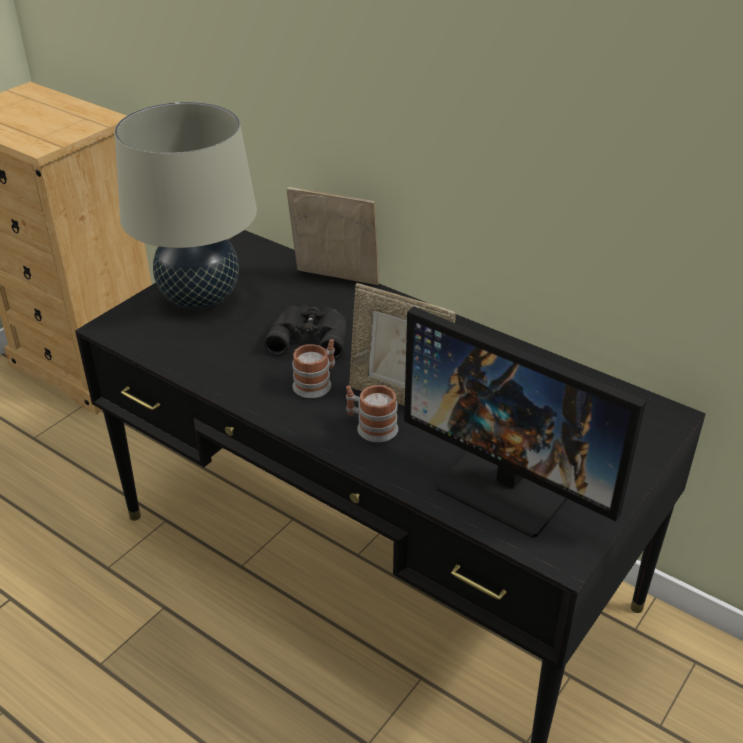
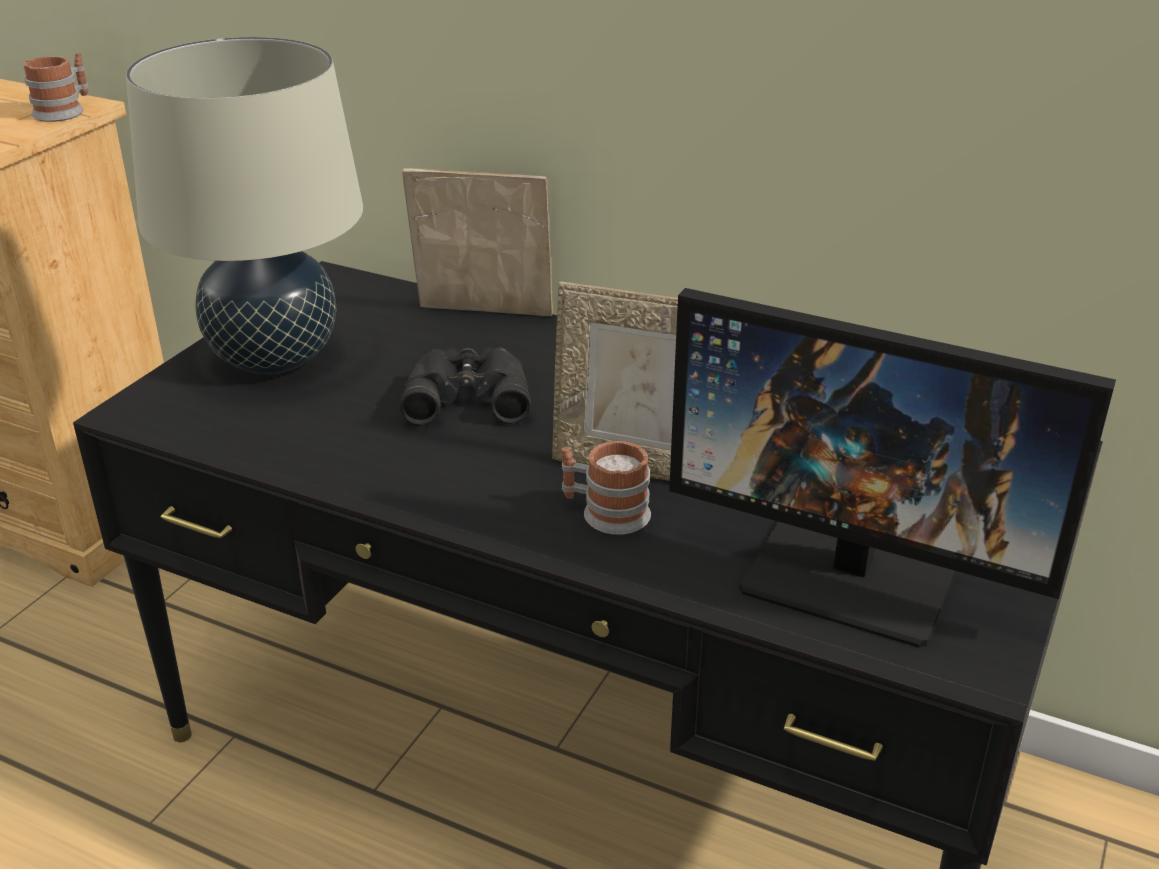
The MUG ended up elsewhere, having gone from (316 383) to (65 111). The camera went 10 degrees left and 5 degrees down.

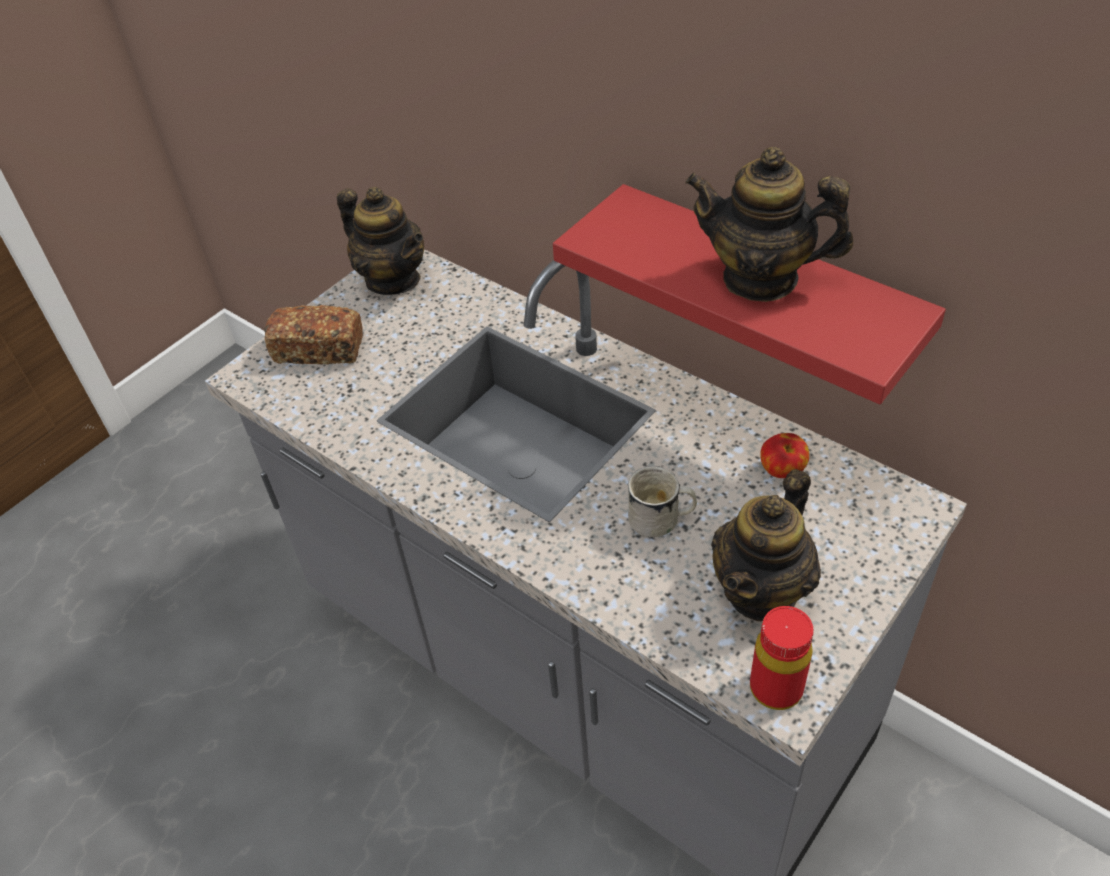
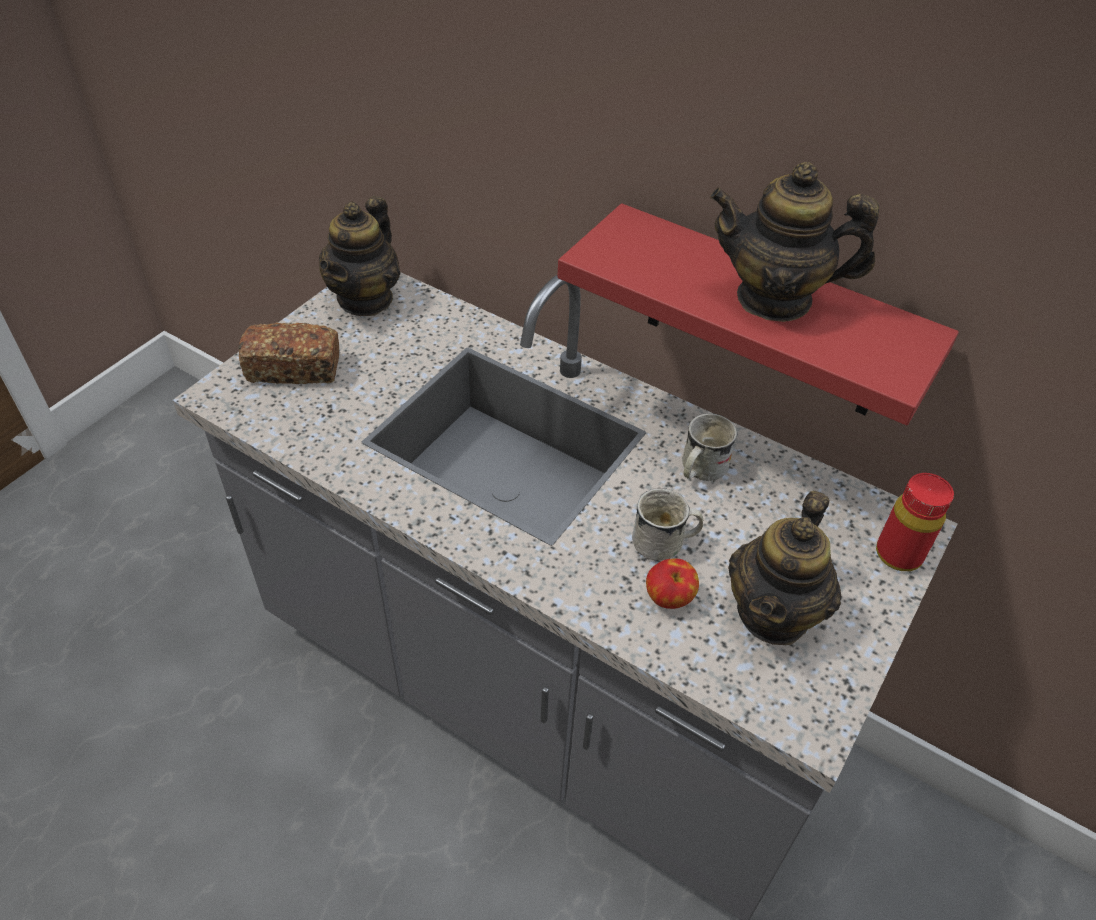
The TEAPOT at (393 279) ended up facing another way, 75 degrees clockwise from before. The APPLE ended up elsewhere, having gone from (782 471) to (669 598). The second view gained the WHITE MUG at (699 470). The RED BOTTLE ended up elsewhere, having gone from (776 688) to (898 554). The camera went 10 degrees left and 0 degrees up.

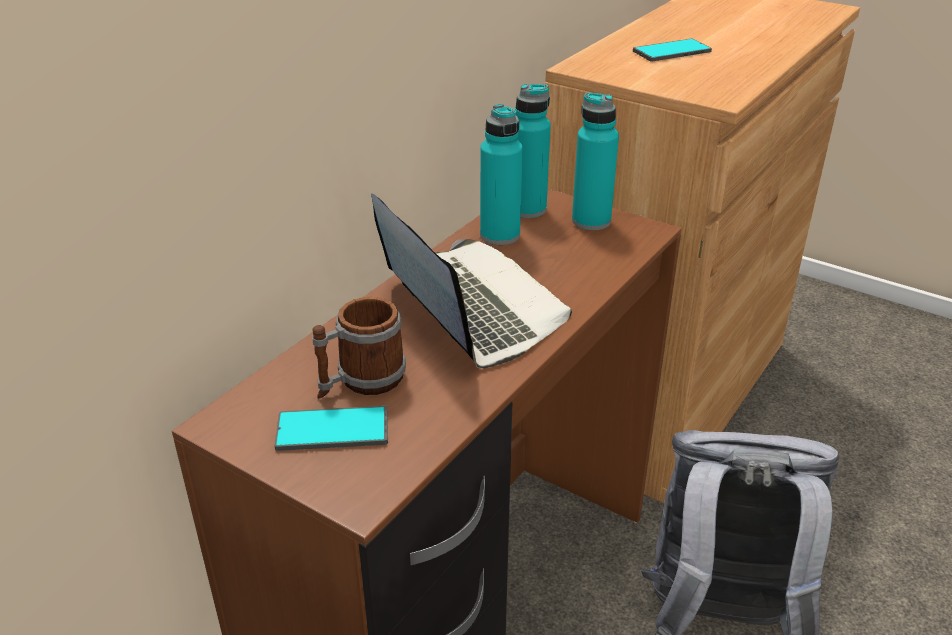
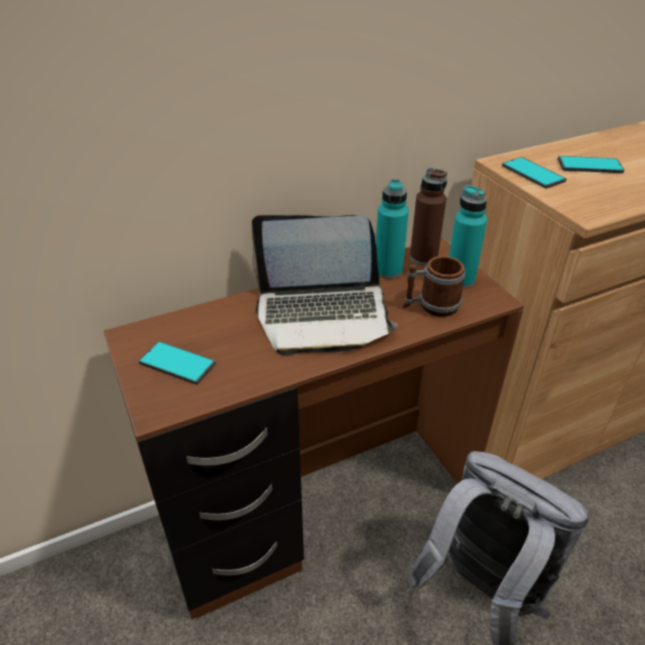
The LAPTOP at (470 308) ended up facing another way, 90 degrees clockwise from before. The MUG ended up elsewhere, having gone from (361 382) to (431 306). What was the TURQUOISE BOTTLE at (527 209) turned into the BROWN BOTTLE at (423 257). The second view gained the PHONE at (533 173). The camera went 30 degrees right and 5 degrees up.

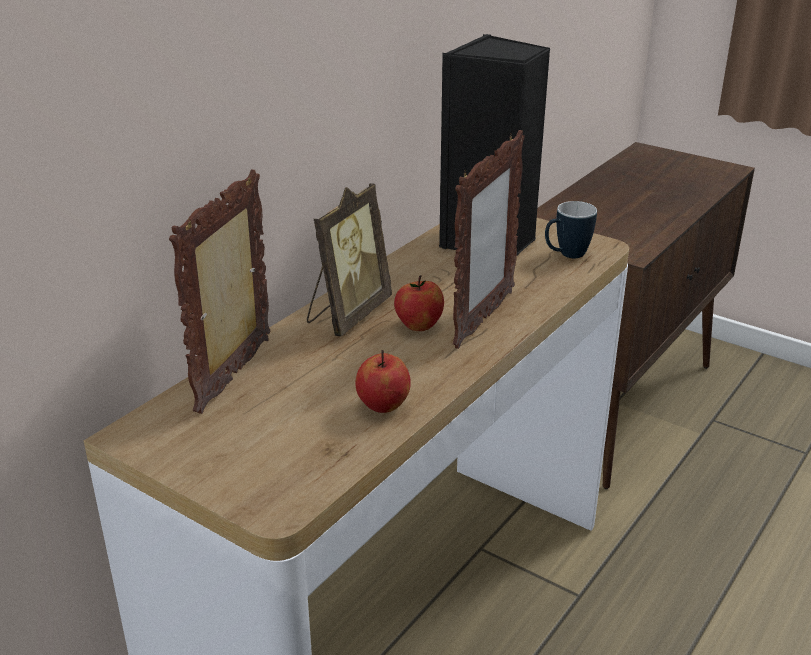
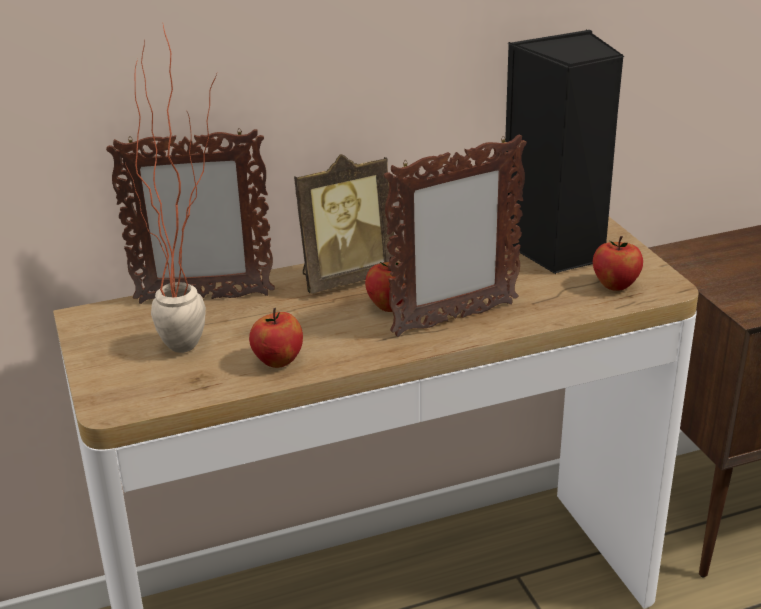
The PICTURE FRAME at (236 375) ended up facing another way, 150 degrees counterclockwise from before. The second view gained the POTTED PLANT at (198 349). Where the MUG stood at (566 255), the APPLE came to stand at (615 285). The camera went 35 degrees right and 0 degrees up.

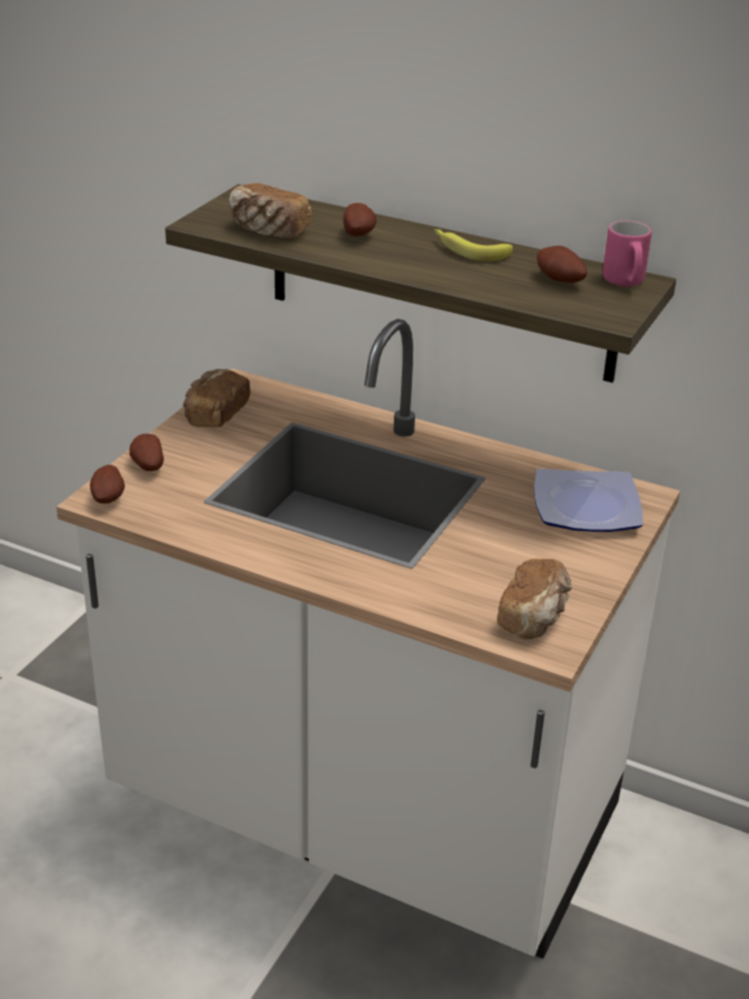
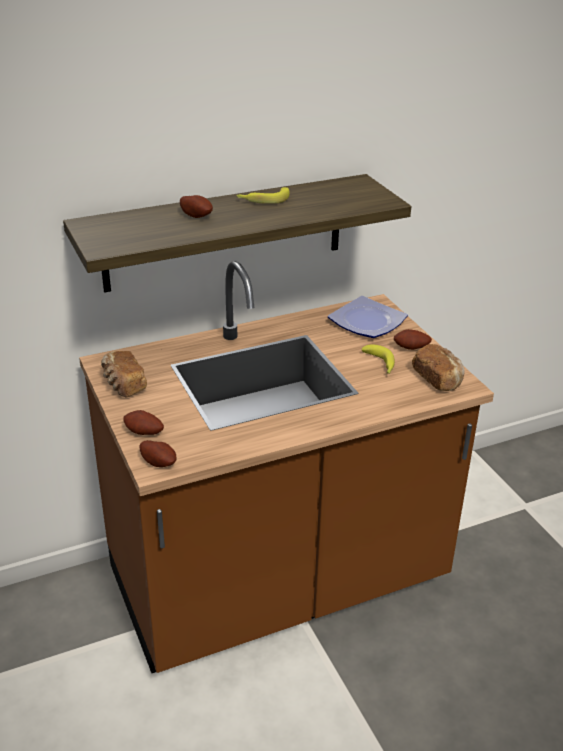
What was the WHITE COUNTER at (364 811) turned into the BROWN COUNTER at (277 583). The second view gained the BANANA at (380 364). The POTATO ended up elsewhere, having gone from (558 281) to (411 349). The second view lost the BREAD at (268 230). The second view lost the PINK MUG at (625 283). The camera went 50 degrees left and 0 degrees up.

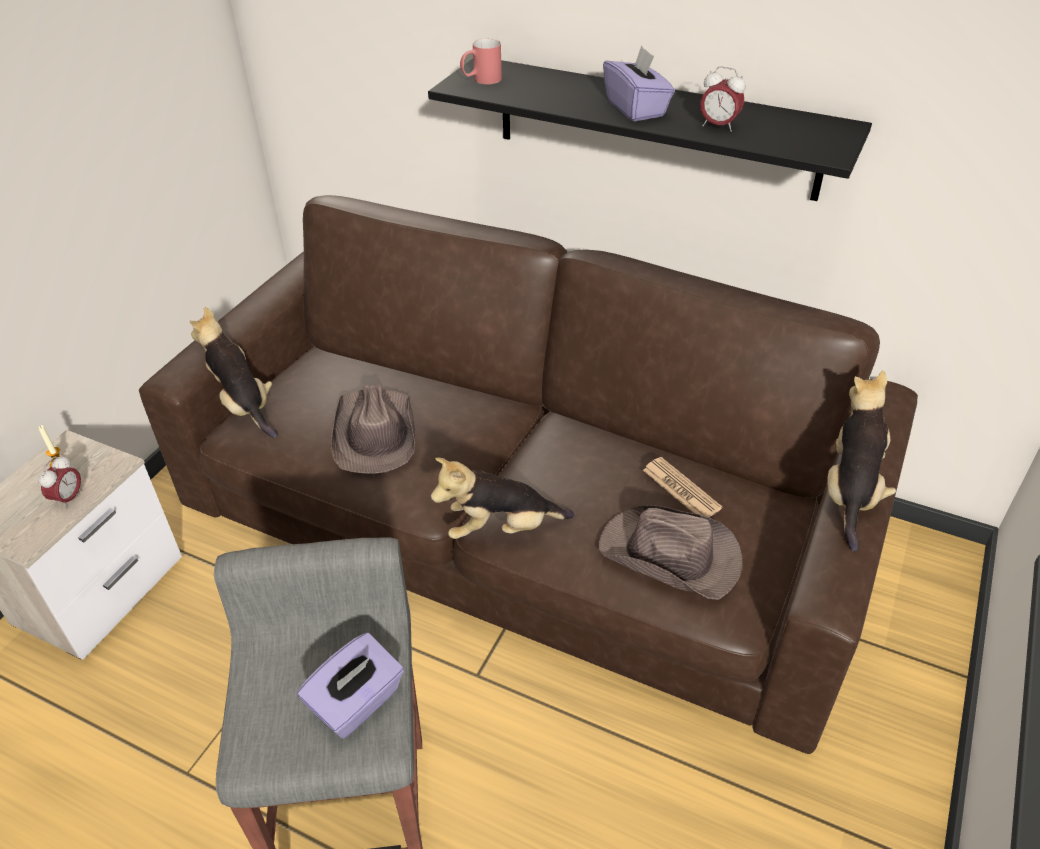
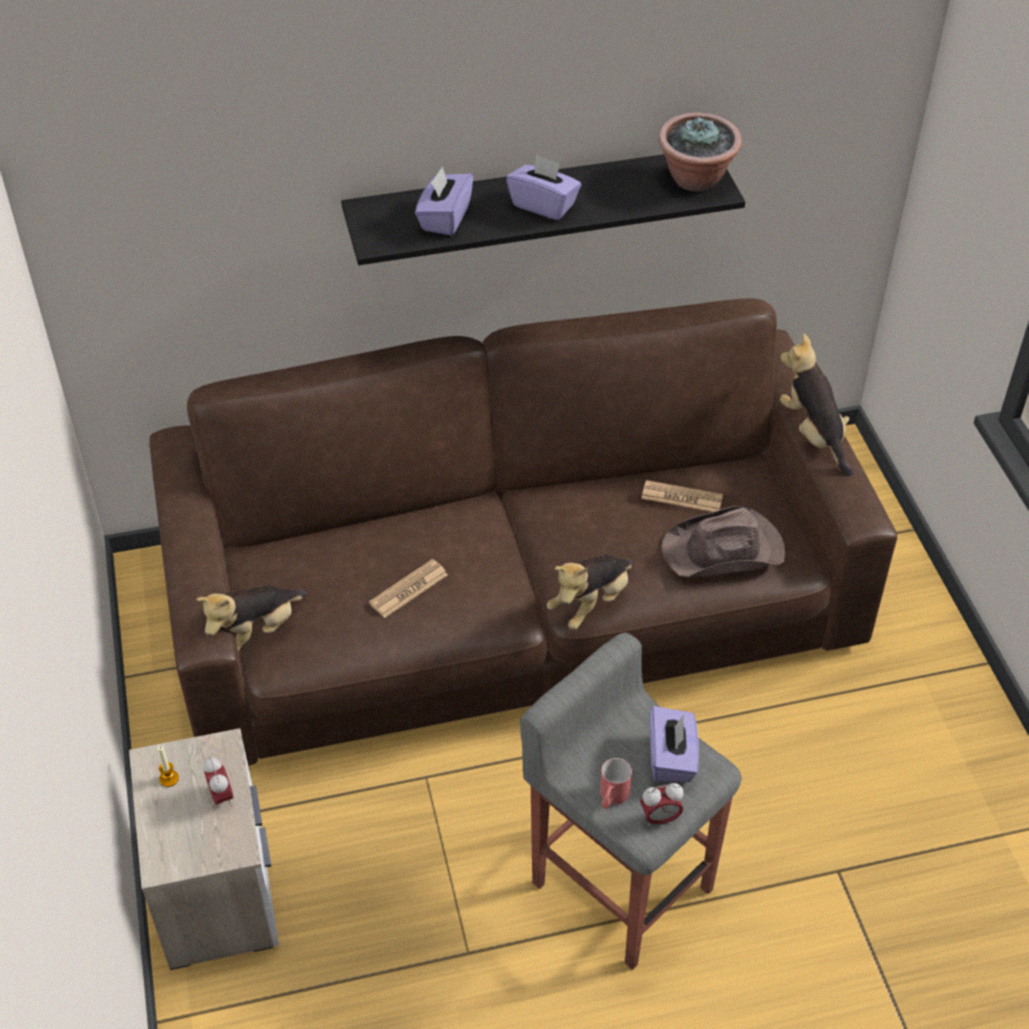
The PLUSH TOY at (243 405) ended up facing another way, 60 degrees counterclockwise from before. Where the BROWN HAT stood at (375 433), the NEWSPAPER came to stand at (408 589). The second view gained the PURPLE TISSUE BOX at (444 218). The RED MUG ended up elsewhere, having gone from (481 80) to (612 798). The ALARM CLOCK ended up elsewhere, having gone from (718 126) to (660 818). The second view gained the POTTED PLANT at (696 179). The camera went 40 degrees left and 5 degrees up.

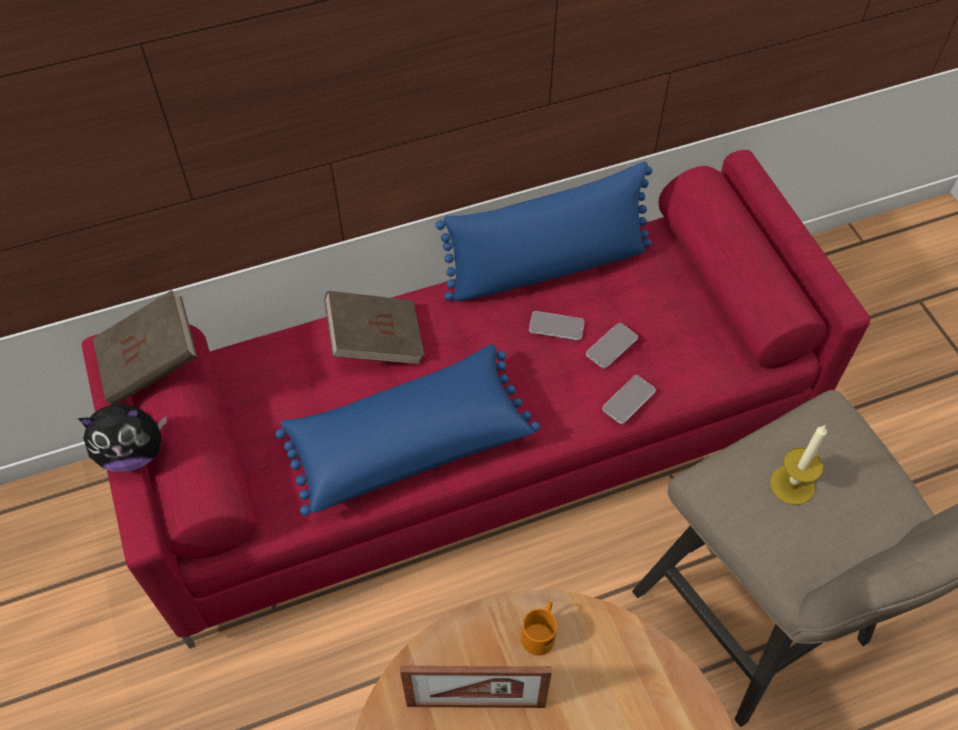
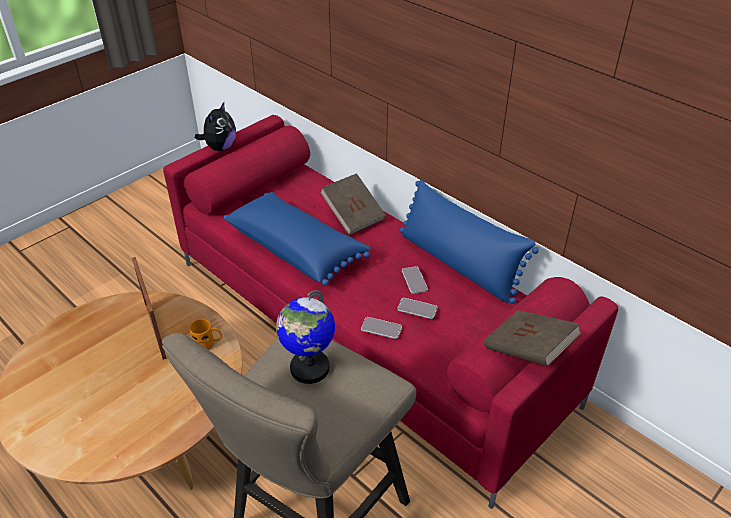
The PLUSH TOY at (133 453) ended up facing another way, 120 degrees counterclockwise from before. Where the CANDLE stood at (792 485), the GLOBE came to stand at (309 368). The BROWN BOOK ended up elsewhere, having gone from (151 363) to (528 350). The camera went 65 degrees right and 15 degrees down.

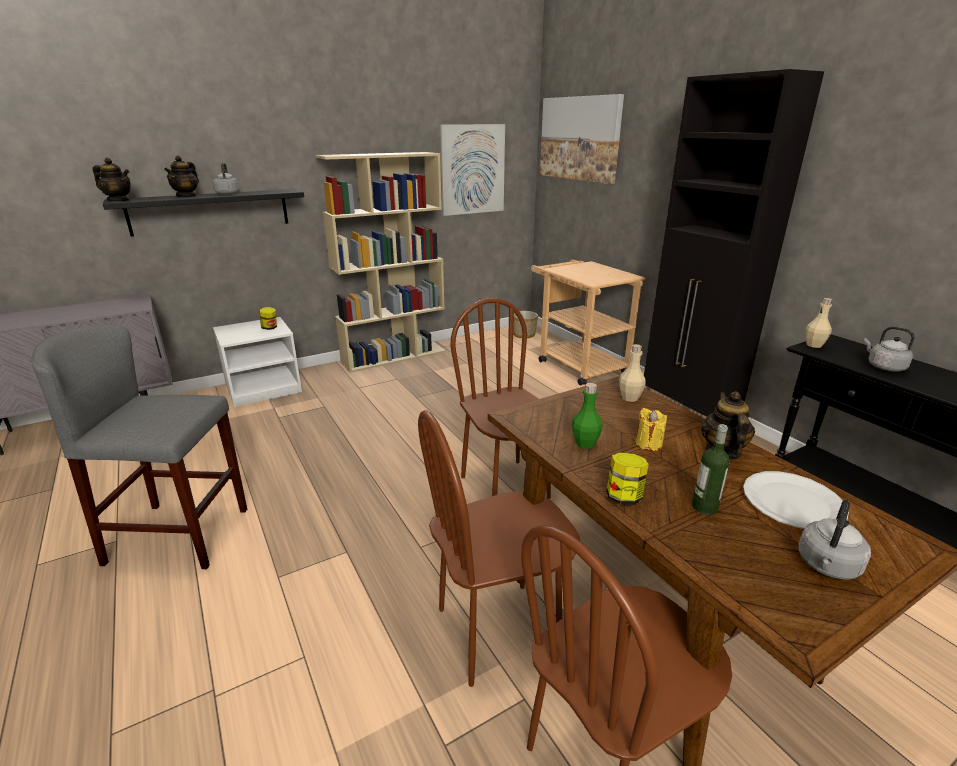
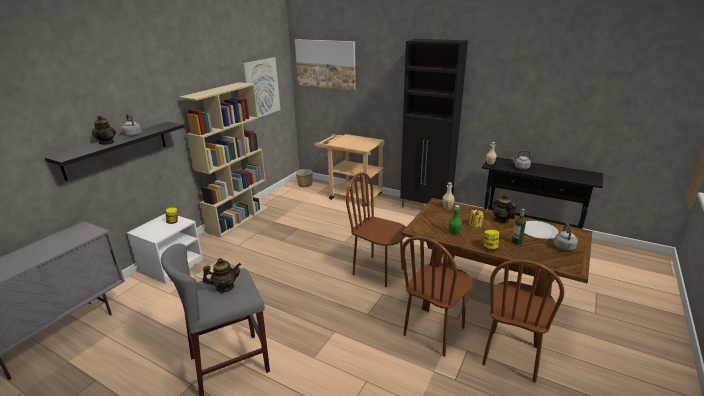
The TEAPOT ended up elsewhere, having gone from (119 201) to (225 287). The camera went 30 degrees left and 0 degrees up.

